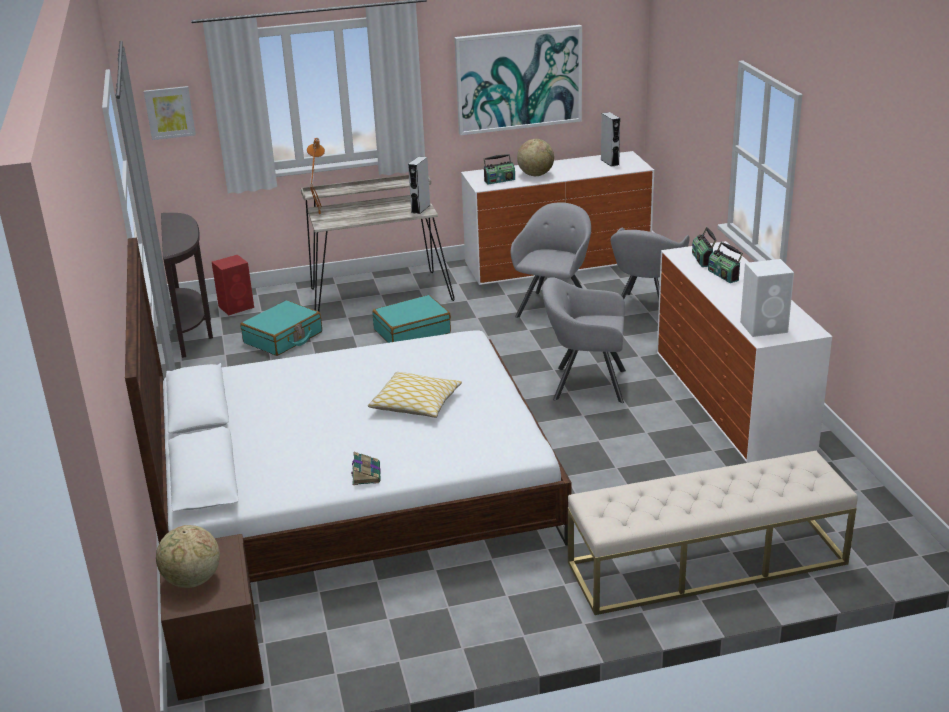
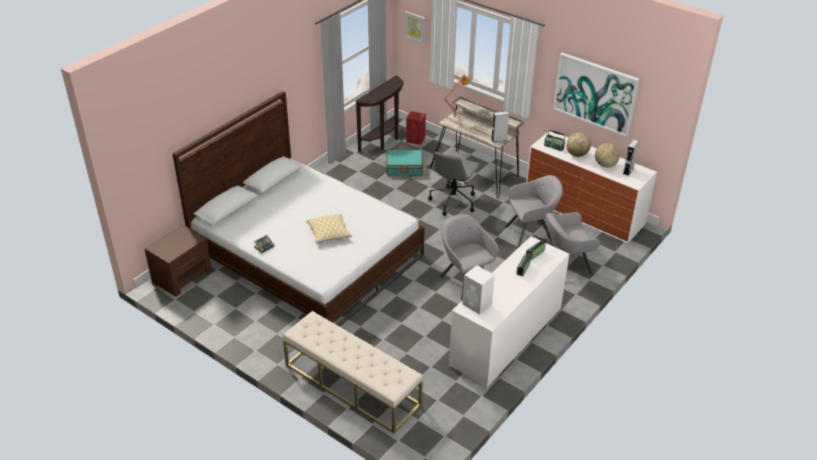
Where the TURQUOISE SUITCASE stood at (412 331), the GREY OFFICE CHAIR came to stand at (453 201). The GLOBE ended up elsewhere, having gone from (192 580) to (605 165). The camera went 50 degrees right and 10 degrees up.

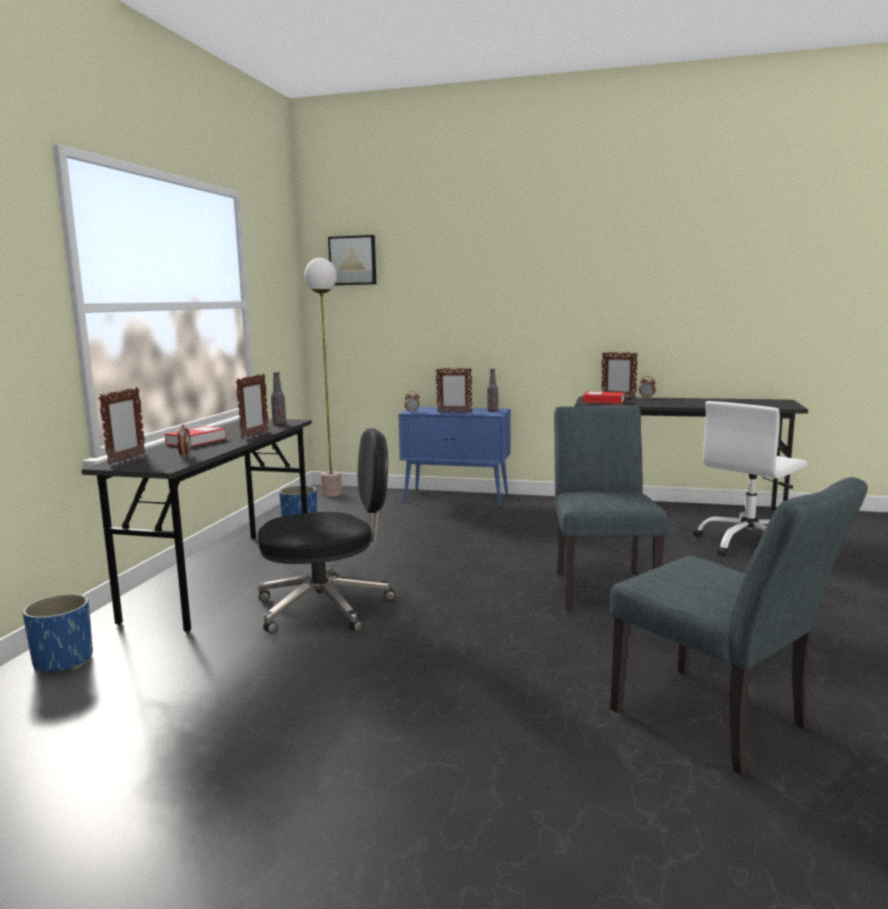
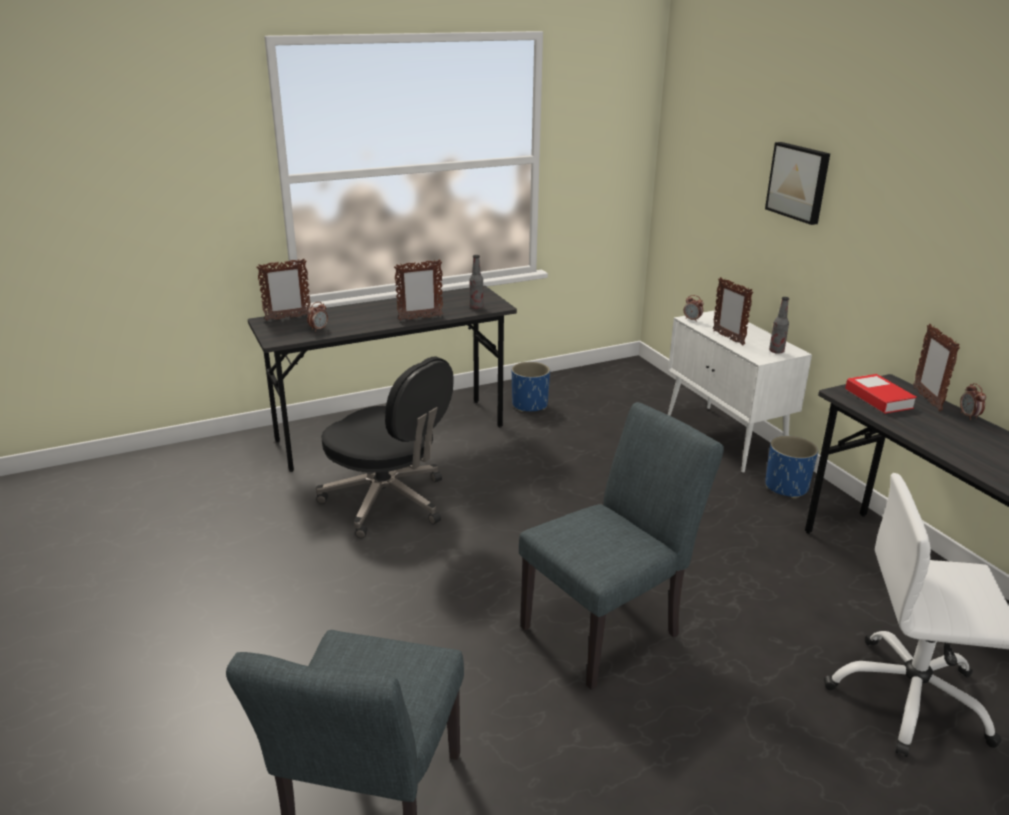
What was the BLUE CABINET at (457 499) turned into the WHITE CABINET at (725 439). The PICTURE ended up elsewhere, having gone from (353 260) to (799 182). The BLUE PLANTER ended up elsewhere, having gone from (63 661) to (786 487). The second view lost the BOOK at (196 441). The second view lost the FLOOR LAMP at (331 494). The camera went 50 degrees right and 15 degrees up.

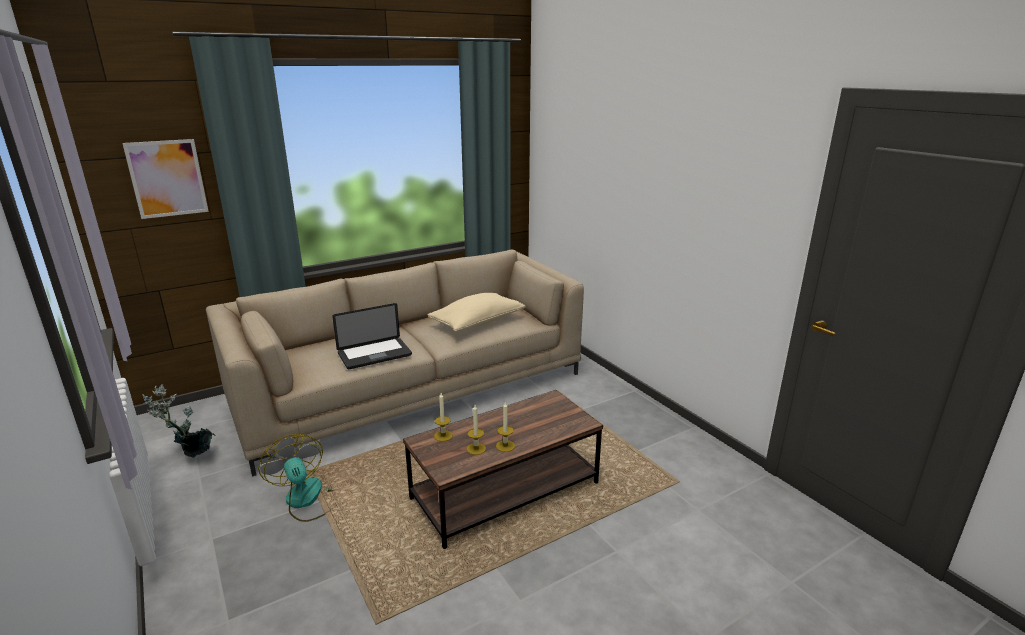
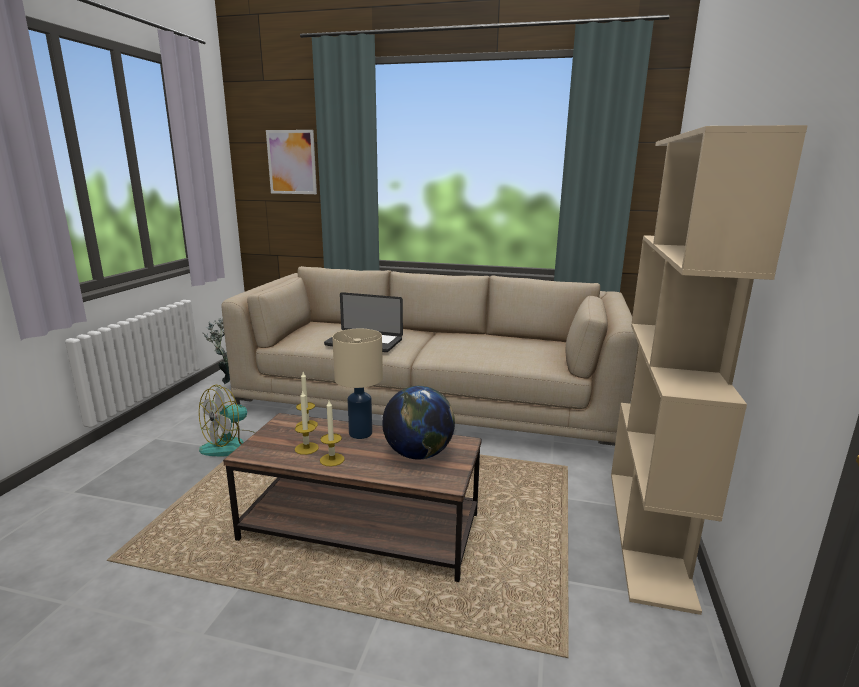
The FAN at (308 500) ended up facing another way, 150 degrees counterclockwise from before. The second view gained the BEIGE TABLE LAMP at (359 433). The second view gained the GLOBE at (418 454). The second view gained the BEIGE BOOKCASE at (649 533). The second view lost the BEIGE PILLOW at (477 323). The camera went 45 degrees right and 5 degrees down.

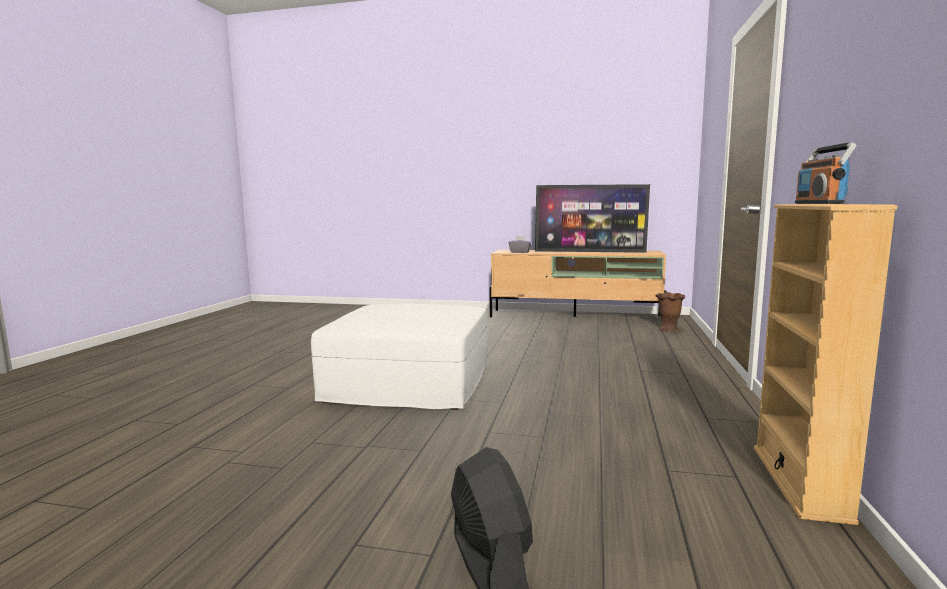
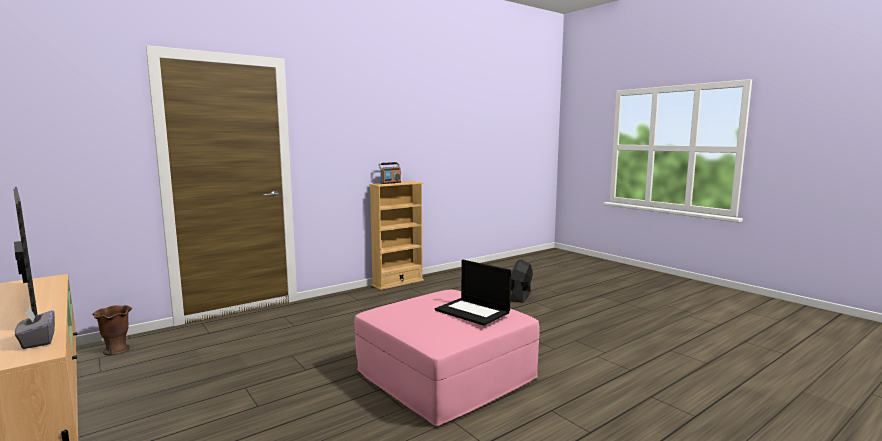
What was the WHITE OTTOMAN at (408 382) turned into the PINK OTTOMAN at (446 375). The second view gained the LAPTOP at (473 311). The camera went 140 degrees left and 0 degrees up.

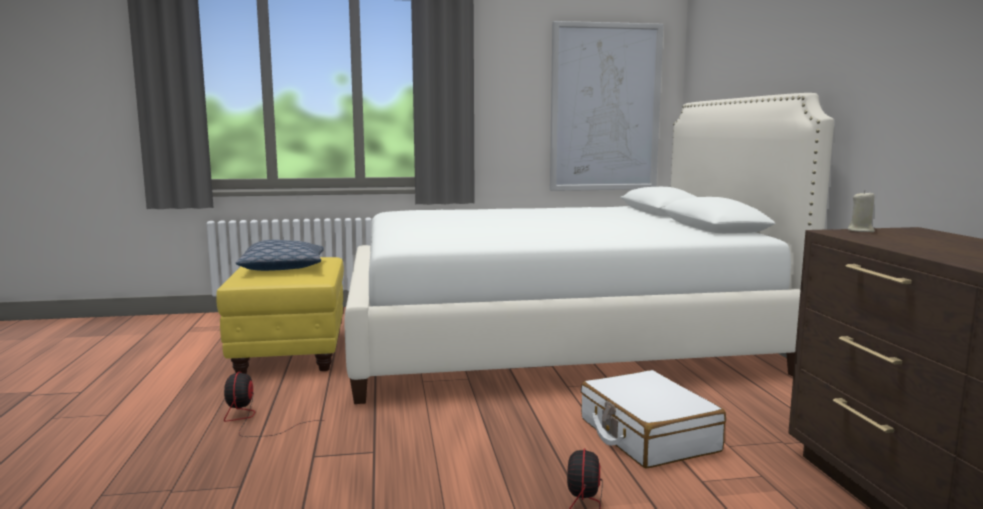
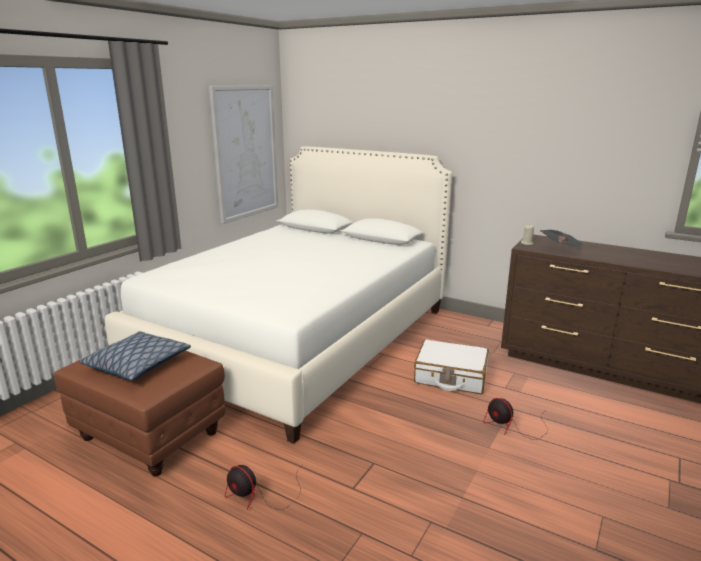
What was the YELLOW OTTOMAN at (291 353) turned into the BROWN OTTOMAN at (151 435). The second view gained the NEWSPAPER at (561 250). The camera went 50 degrees left and 10 degrees up.

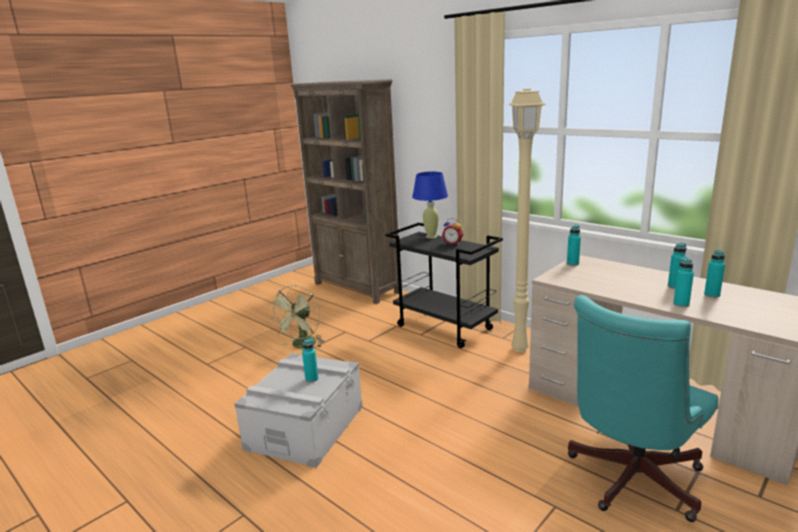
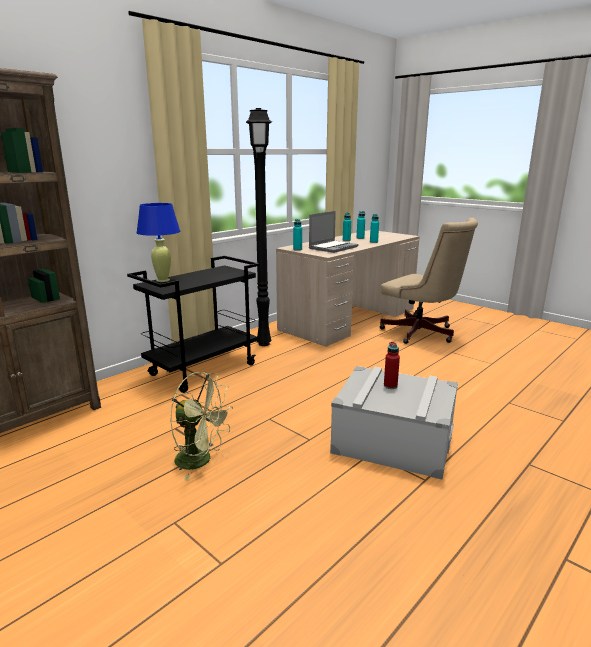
What was the BEIGE FLOOR LAMP at (521 349) turned into the BLACK FLOOR LAMP at (264 343). The second view gained the LAPTOP at (333 247). What was the TURQUOISE OFFICE CHAIR at (630 480) turned into the BEIGE OFFICE CHAIR at (422 334). What was the TURQUOISE BOTTLE at (311 378) turned into the RED BOTTLE at (390 386). The second view lost the ALARM CLOCK at (453 243). The camera went 90 degrees left and 0 degrees up.

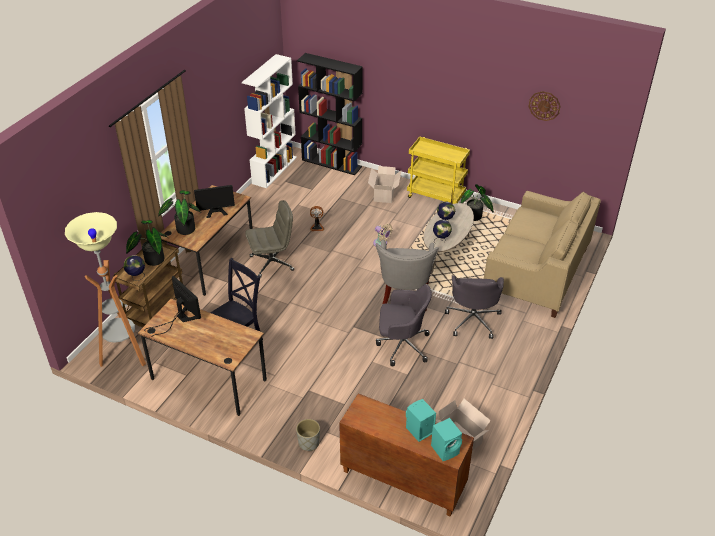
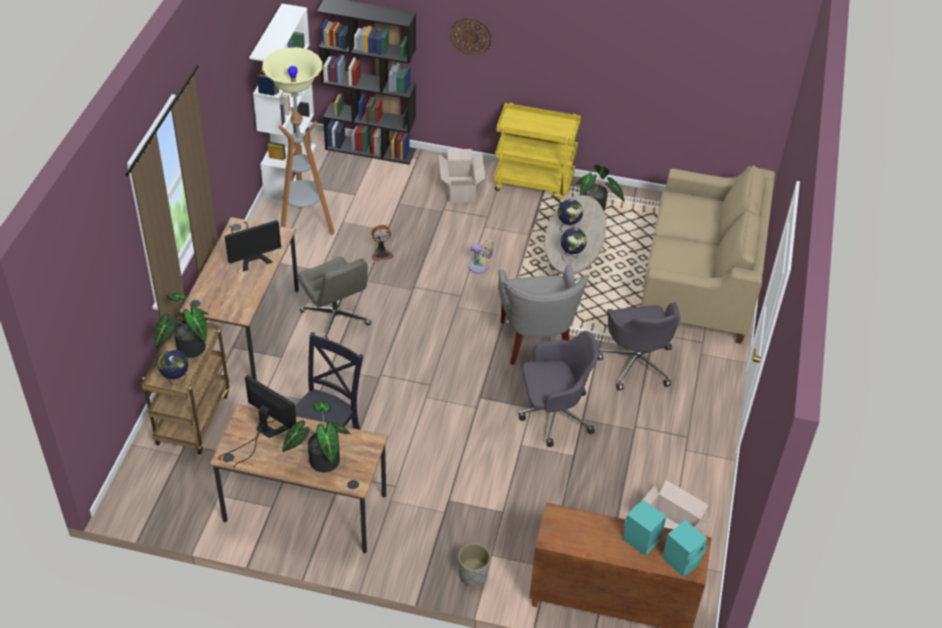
The FLOOR LAMP ended up elsewhere, having gone from (124 355) to (304 227). The POTTED PLANT ended up elsewhere, having gone from (184 228) to (320 460). The GREY OFFICE CHAIR at (272 263) ended up facing another way, 90 degrees clockwise from before. The WALL CLOCK ended up elsewhere, having gone from (544 105) to (470 36). The camera went 15 degrees left and 5 degrees up.

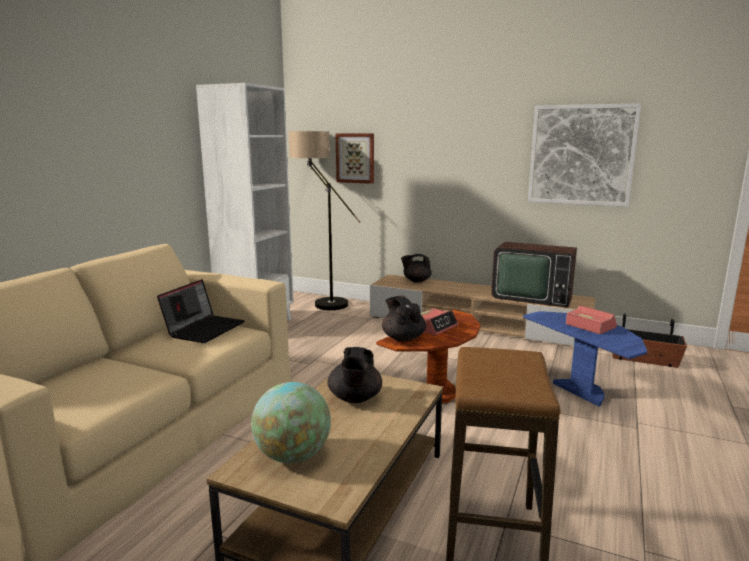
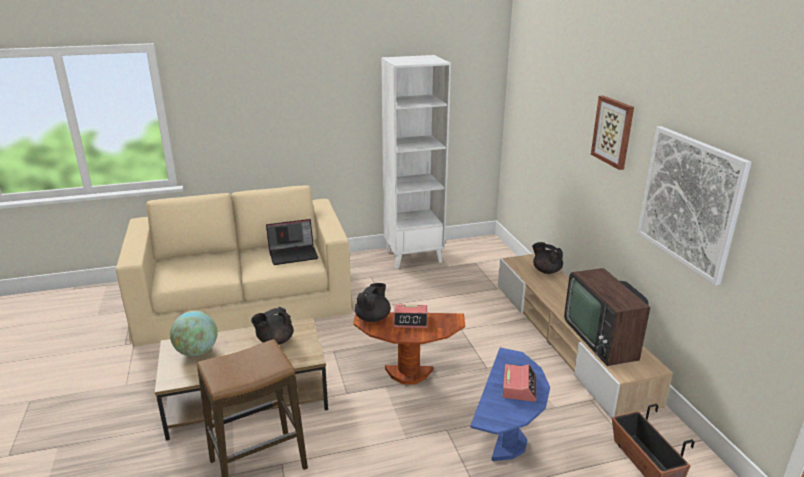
The PICTURE ended up elsewhere, having gone from (355 158) to (613 131). The second view lost the FLOOR LAMP at (322 302). The camera went 50 degrees right and 10 degrees up.

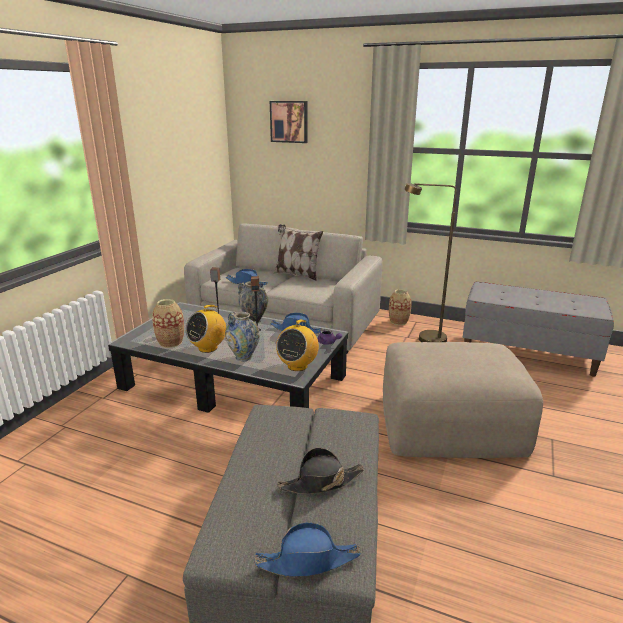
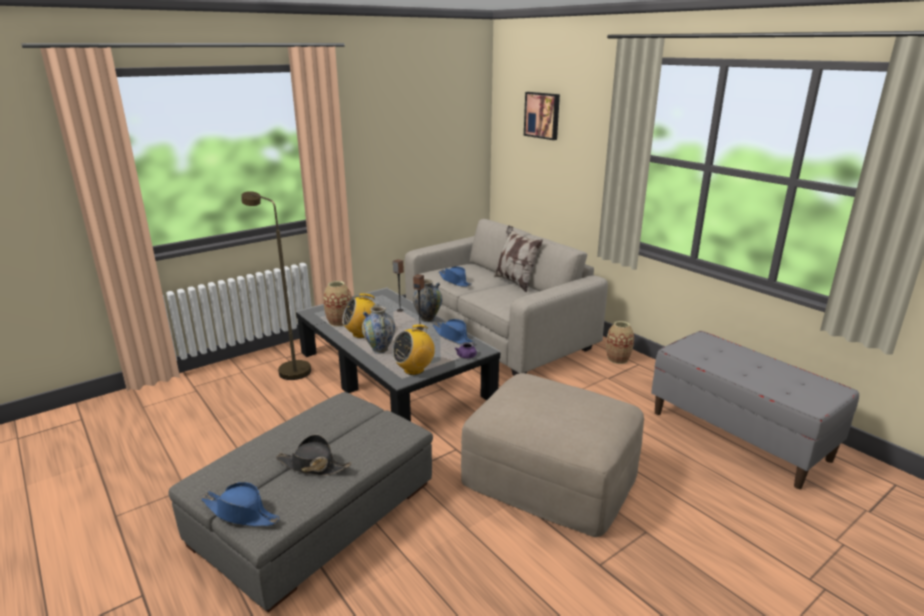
The BROWN FLOOR LAMP ended up elsewhere, having gone from (424 339) to (289 369). The camera went 30 degrees right and 0 degrees up.

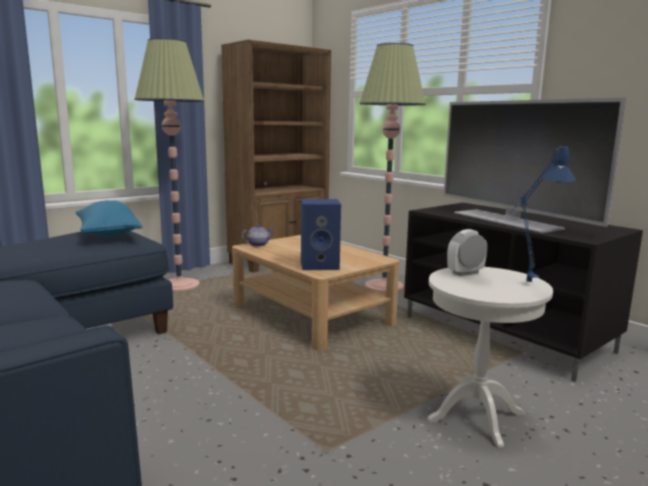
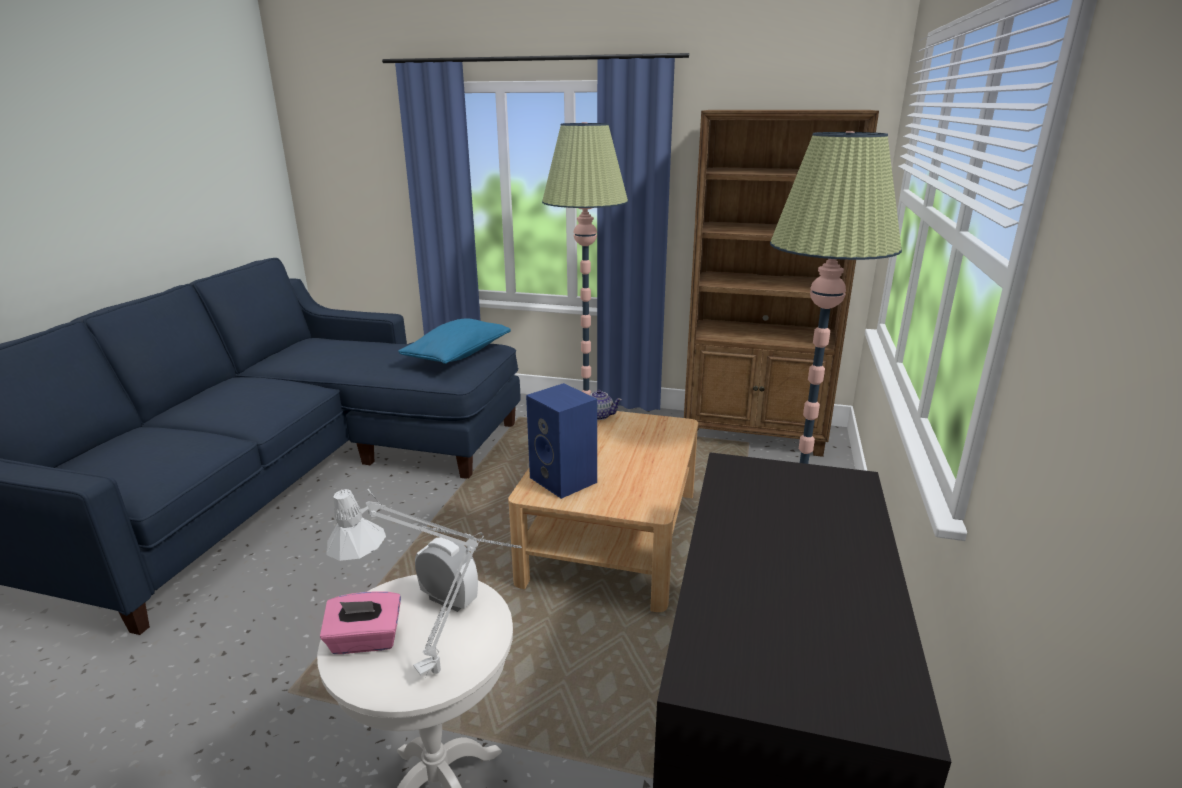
The second view gained the PINK TISSUE BOX at (365 641). What was the BLUE TABLE LAMP at (525 281) turned into the GREY TABLE LAMP at (447 667). The second view lost the TELEVISION at (507 220). The camera went 55 degrees right and 10 degrees up.

